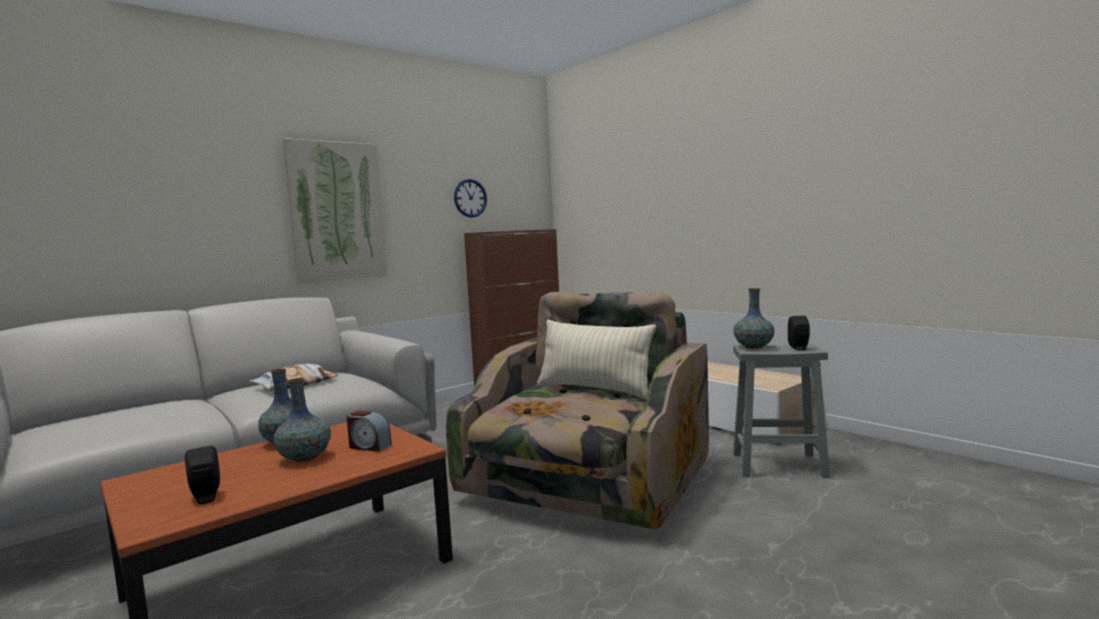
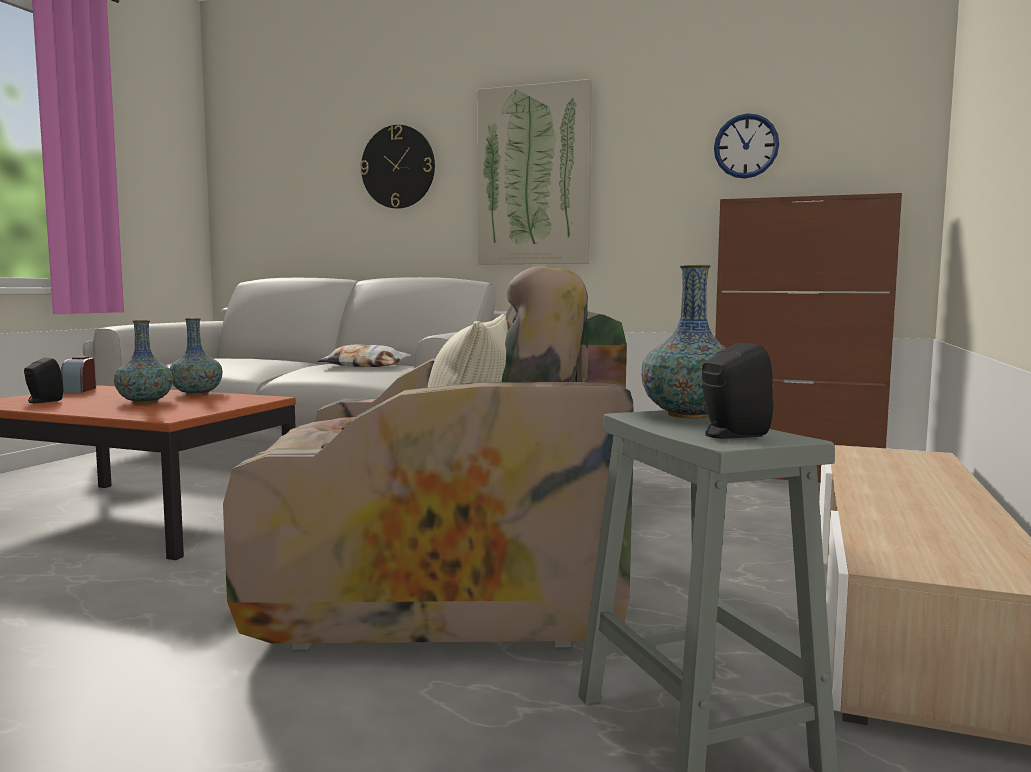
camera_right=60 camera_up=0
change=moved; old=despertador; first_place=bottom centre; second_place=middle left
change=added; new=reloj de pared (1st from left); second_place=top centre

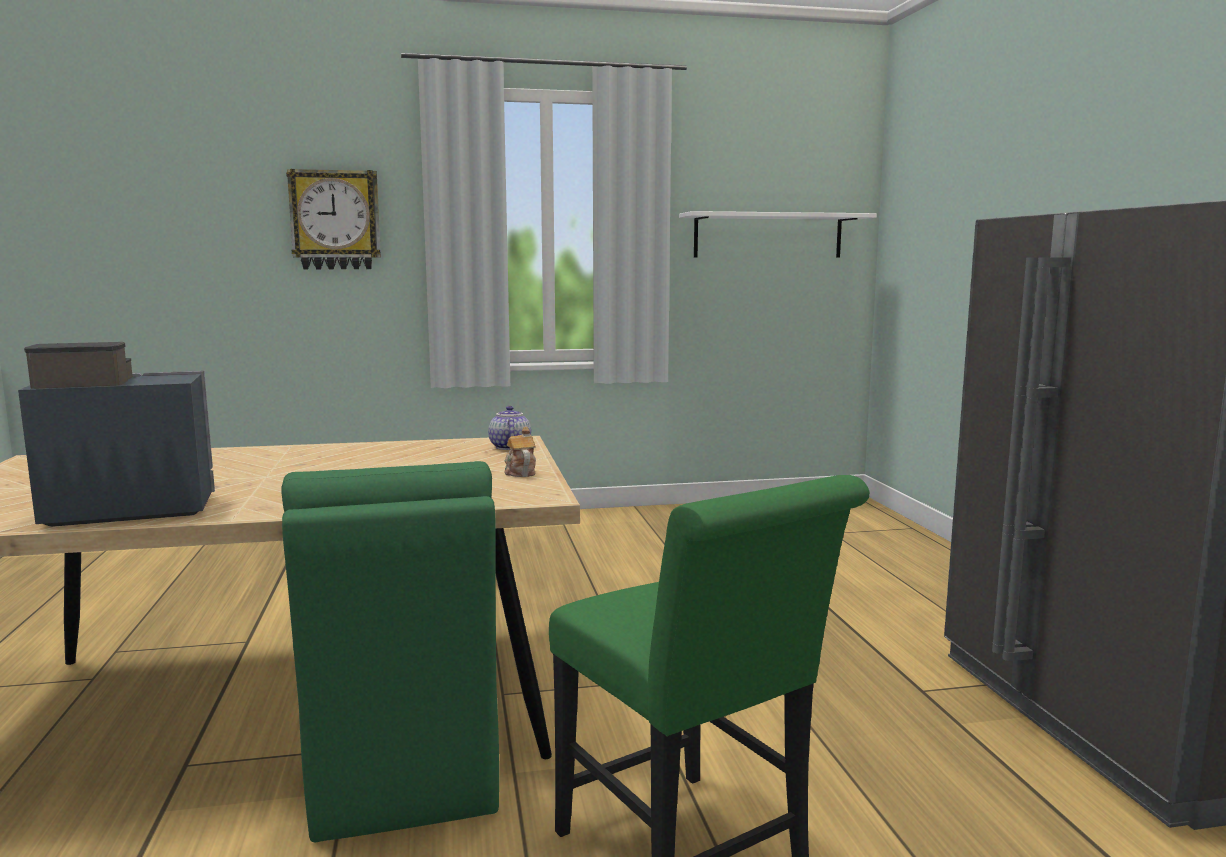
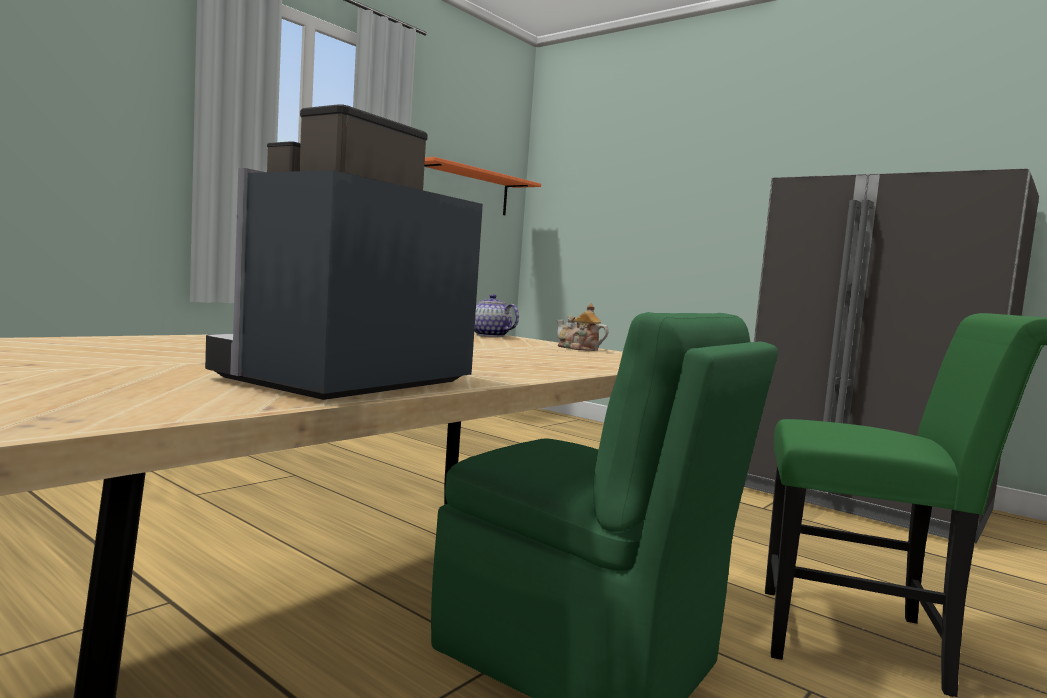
camera_right=-40 camera_up=-5
change=removed; old=reloj de pared; first_place=top left
change=recoloured; old=estante (blanco); new=estante (naranja); first_place=top centre; second_place=top centre

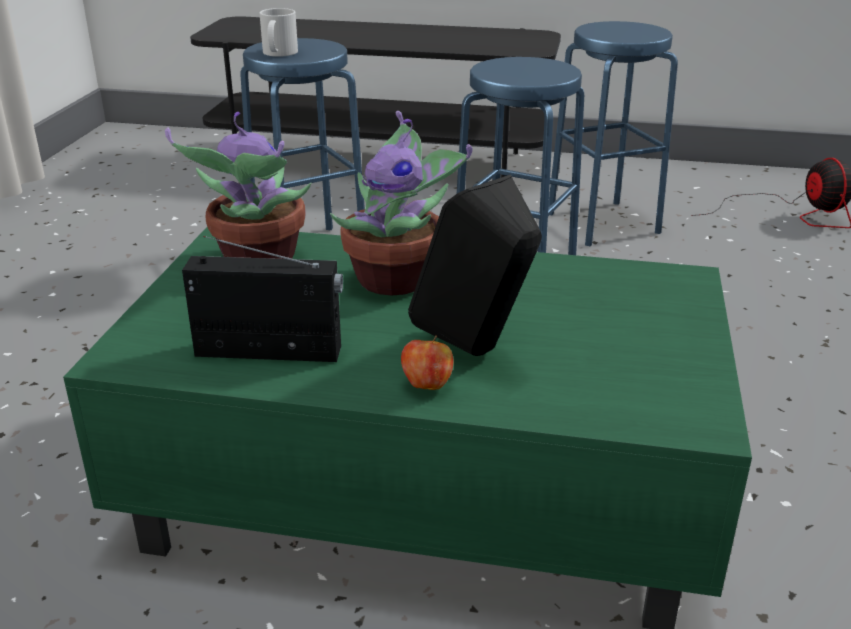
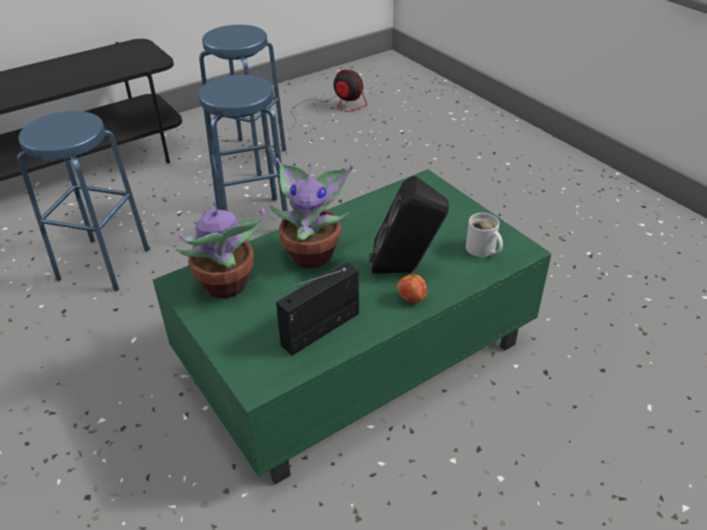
camera_right=-45 camera_up=10
change=moved; old=taza grande (blanco); first_place=top left; second_place=middle right

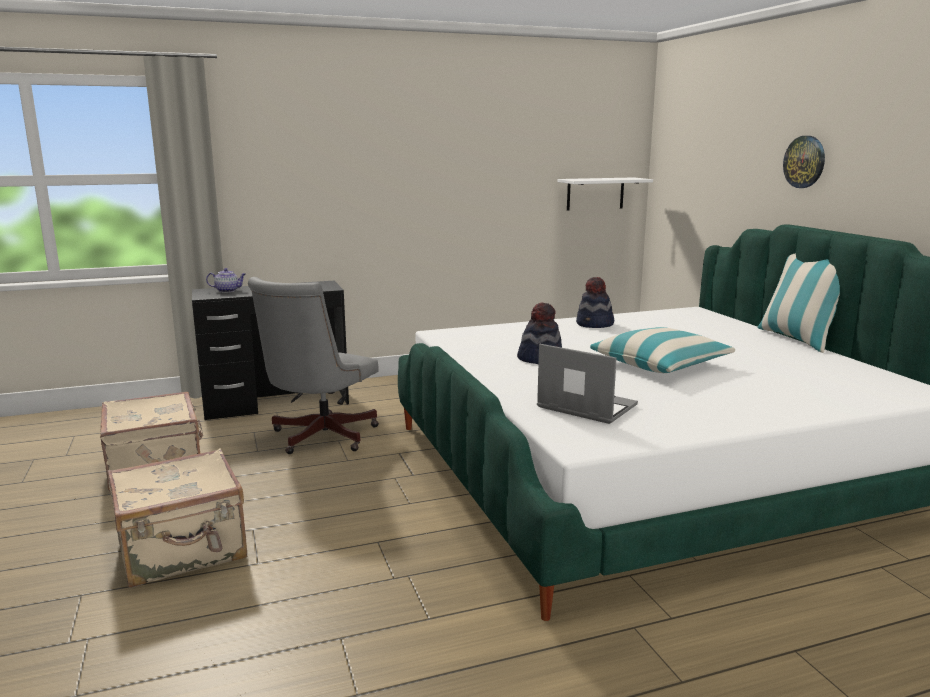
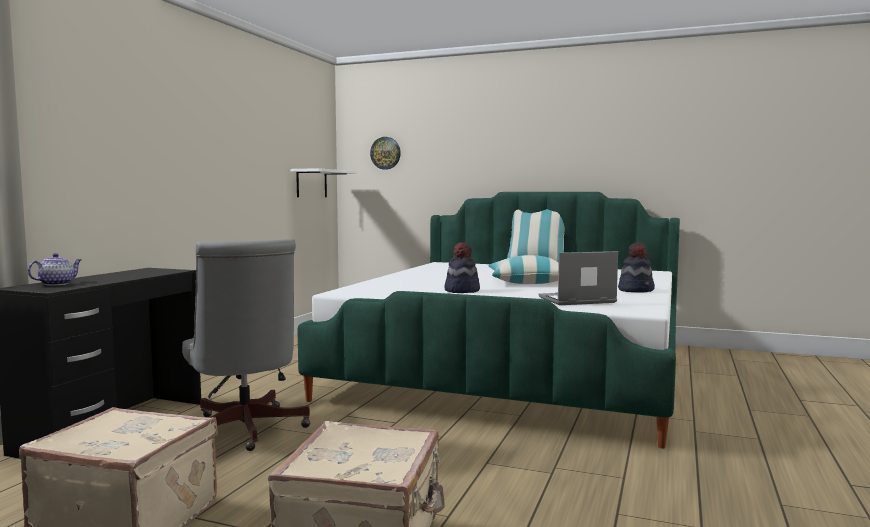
camera_right=-50 camera_up=-10
change=moved; old=sombrero (2nd from left); first_place=centre; second_place=middle right
change=moved; old=reloj de pared; first_place=top right; second_place=top centre

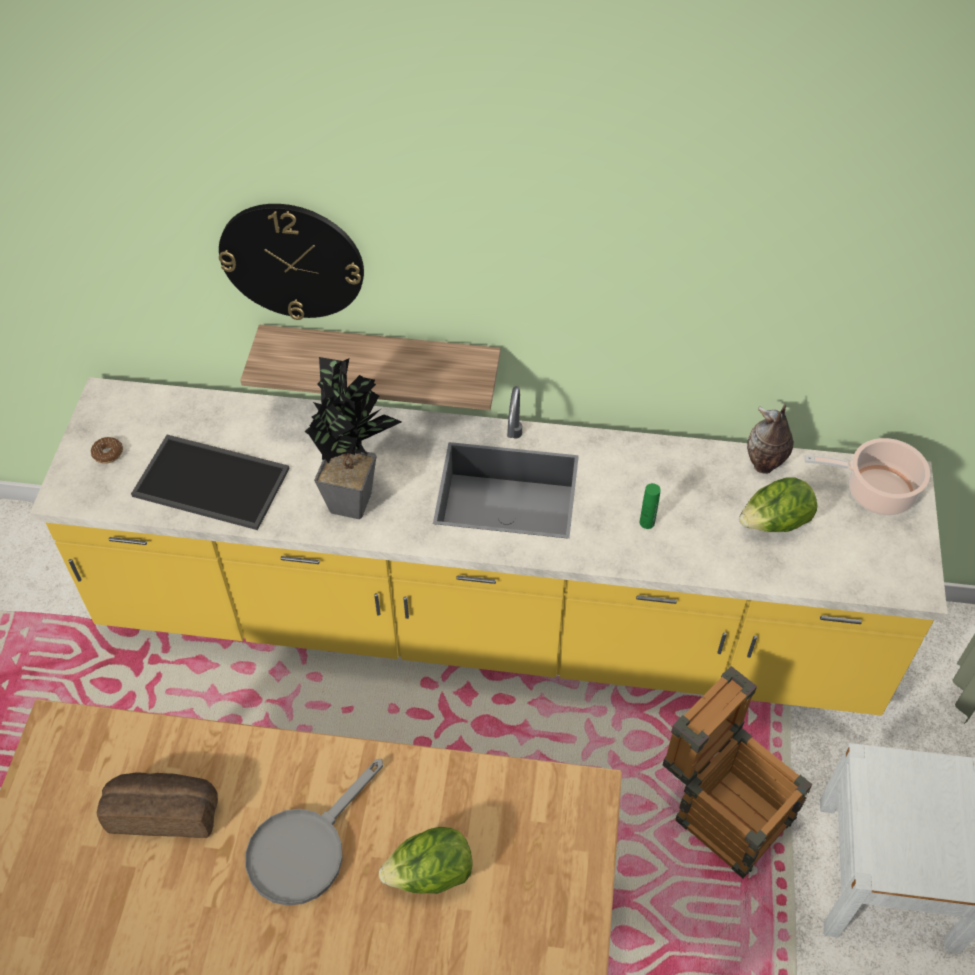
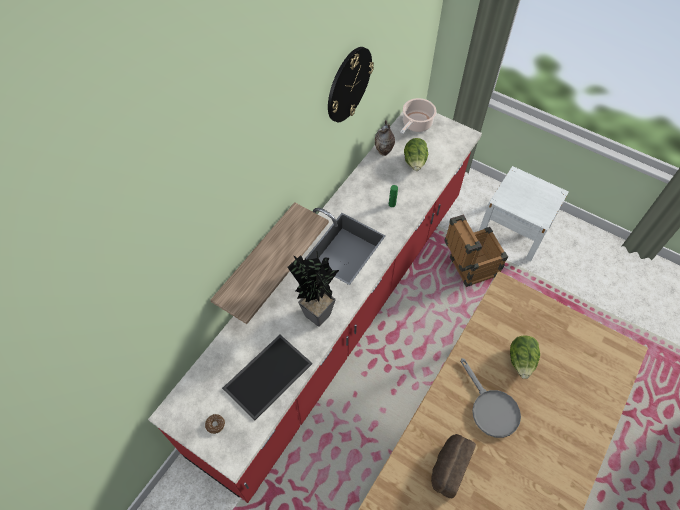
camera_right=-65 camera_up=5
change=recoloured; old=mueble bajo de cocina (amarillo); new=mueble bajo de cocina (rojo); first_place=centre; second_place=centre
change=moved; old=reloj de pared; first_place=top left; second_place=top centre

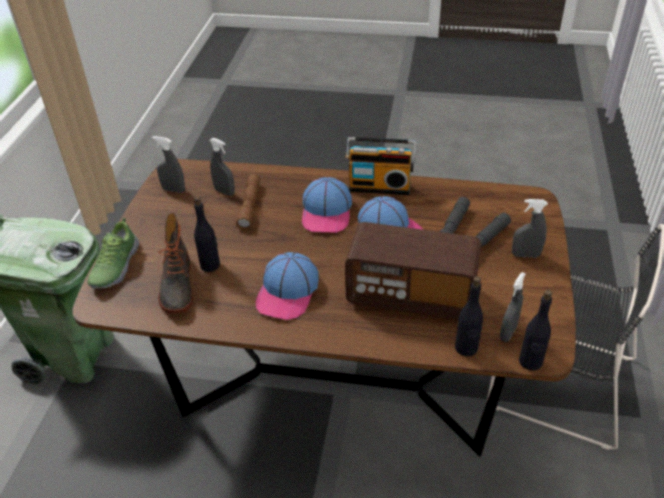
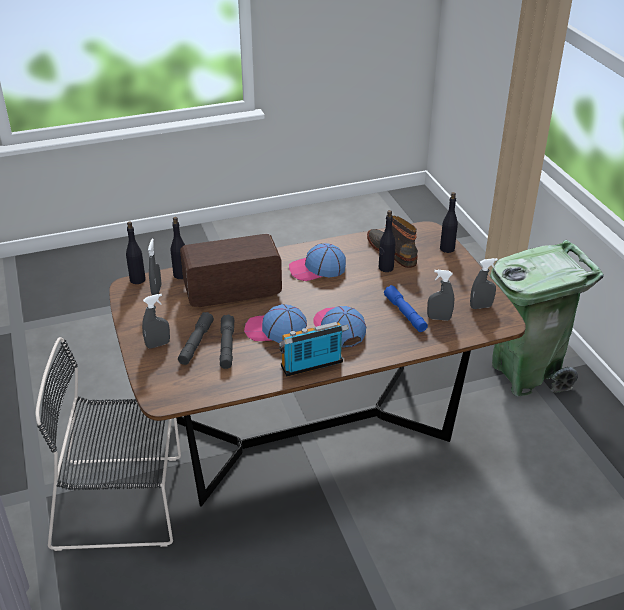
camera_right=150 camera_up=-5
change=replaced; old=zapato; new=botella (negro) (4th from left); first_place=middle left; second_place=middle right
change=recoloured; old=linterna (marrón); new=linterna (azul); first_place=centre; second_place=centre
change=turned; old=gorra (1st from left in the first image); first_place=centre; second_place=centre; degrees=-90

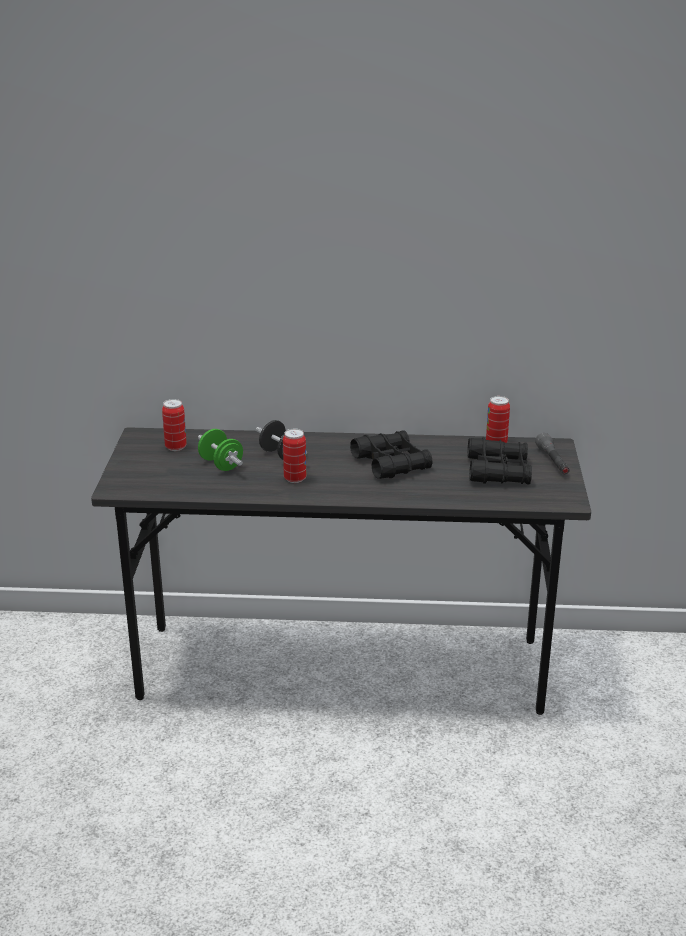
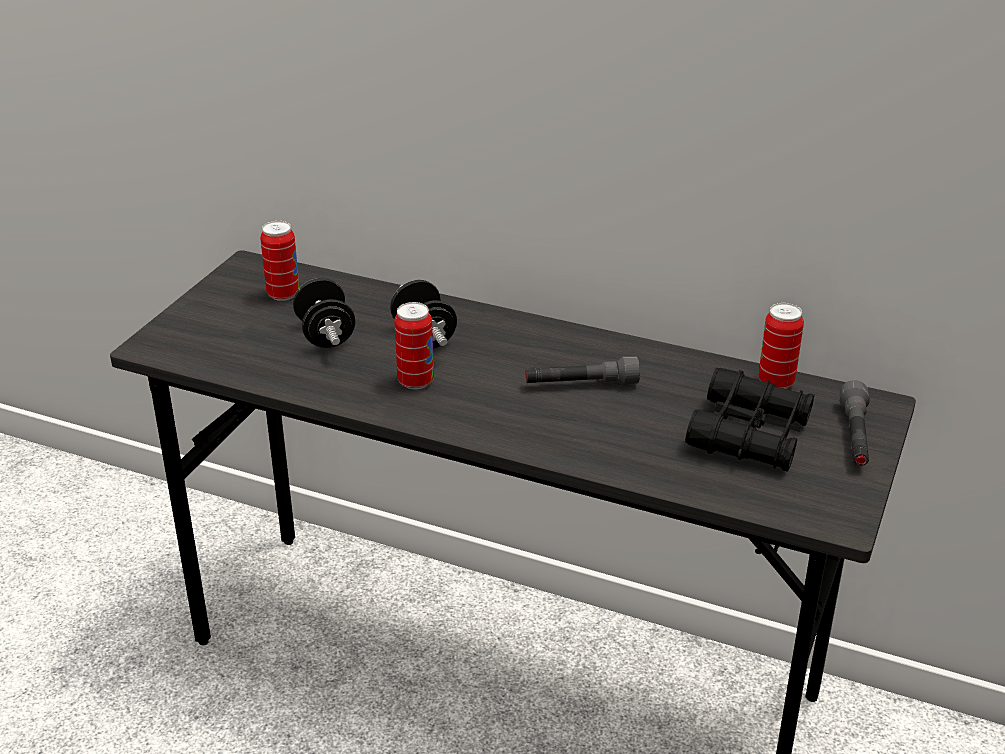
camera_right=20 camera_up=5
change=recoloured; old=mancuerna (verde); new=mancuerna (negro) (1st from left); first_place=middle left; second_place=middle left
change=replaced; old=prismáticos (negro) (1st from left); new=linterna (gris) (1st from left); first_place=centre; second_place=centre

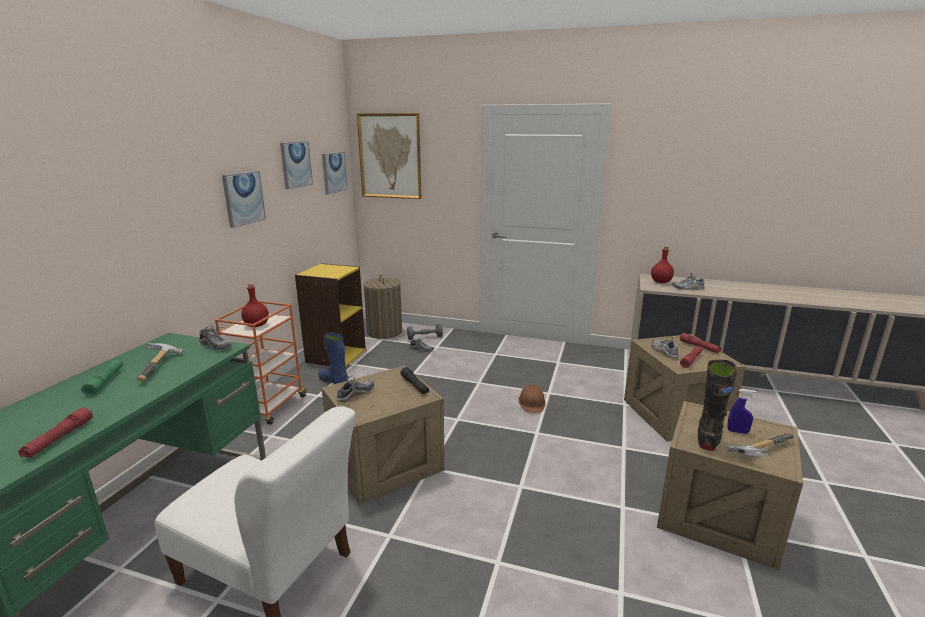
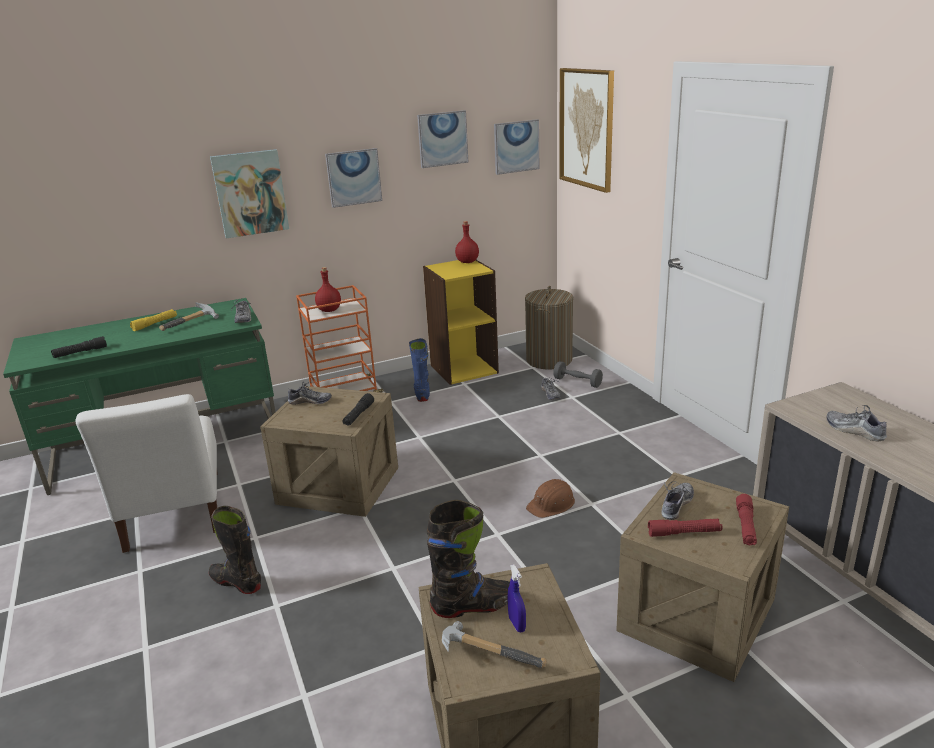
camera_right=50 camera_up=5
change=recoloured; old=linterna (rojo) (1st from left); new=linterna (negro) (1st from left); first_place=bottom left; second_place=middle left
change=recoloured; old=linterna (verde); new=linterna (amarillo); first_place=middle left; second_place=middle left
change=moved; old=botella (rojo) (2nd from left); first_place=middle right; second_place=top centre
change=added; new=bota (negro) (1st from left); second_place=bottom left
change=added; new=cuadro (1st from left); second_place=top left

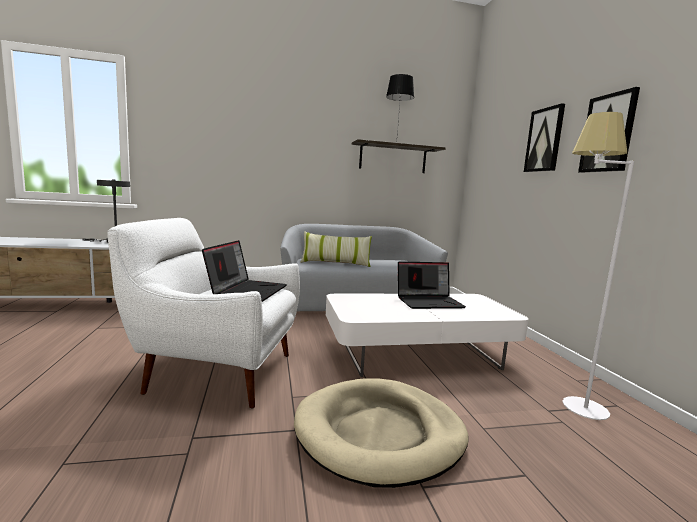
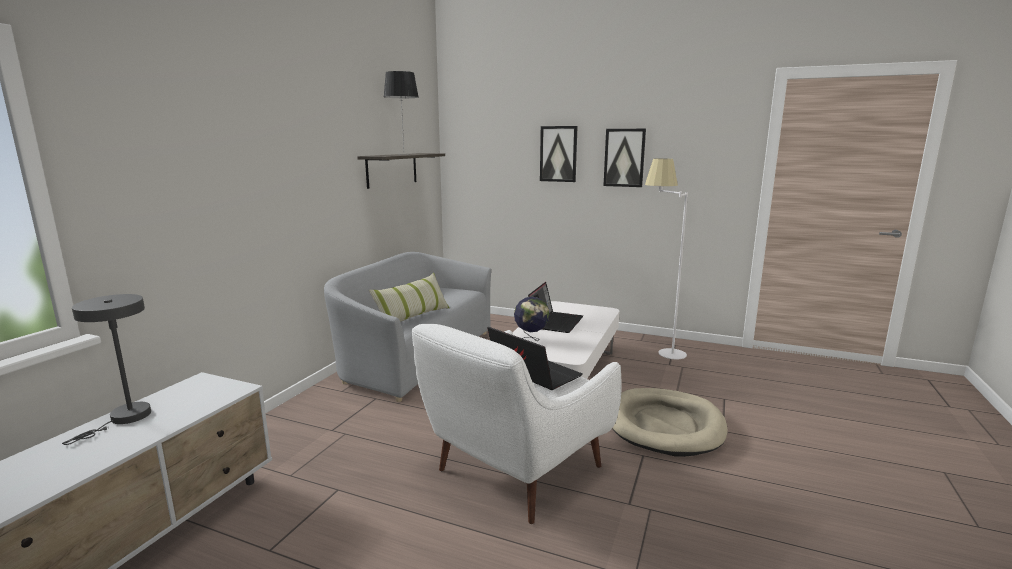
camera_right=-55 camera_up=5
change=added; new=globo terráqueo; second_place=centre

